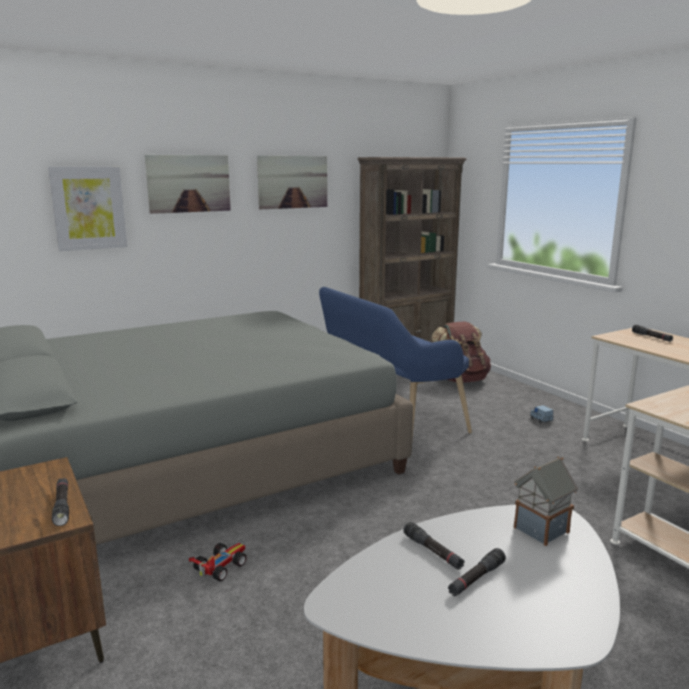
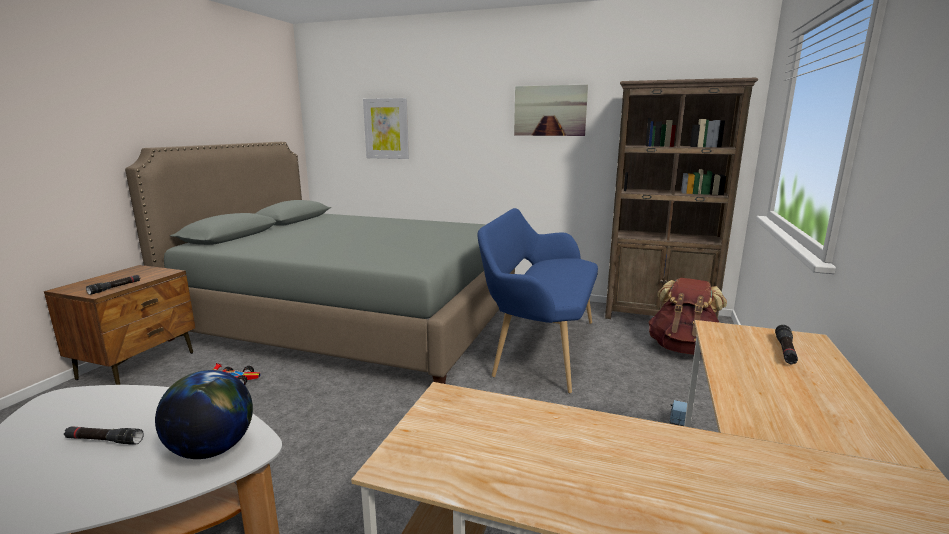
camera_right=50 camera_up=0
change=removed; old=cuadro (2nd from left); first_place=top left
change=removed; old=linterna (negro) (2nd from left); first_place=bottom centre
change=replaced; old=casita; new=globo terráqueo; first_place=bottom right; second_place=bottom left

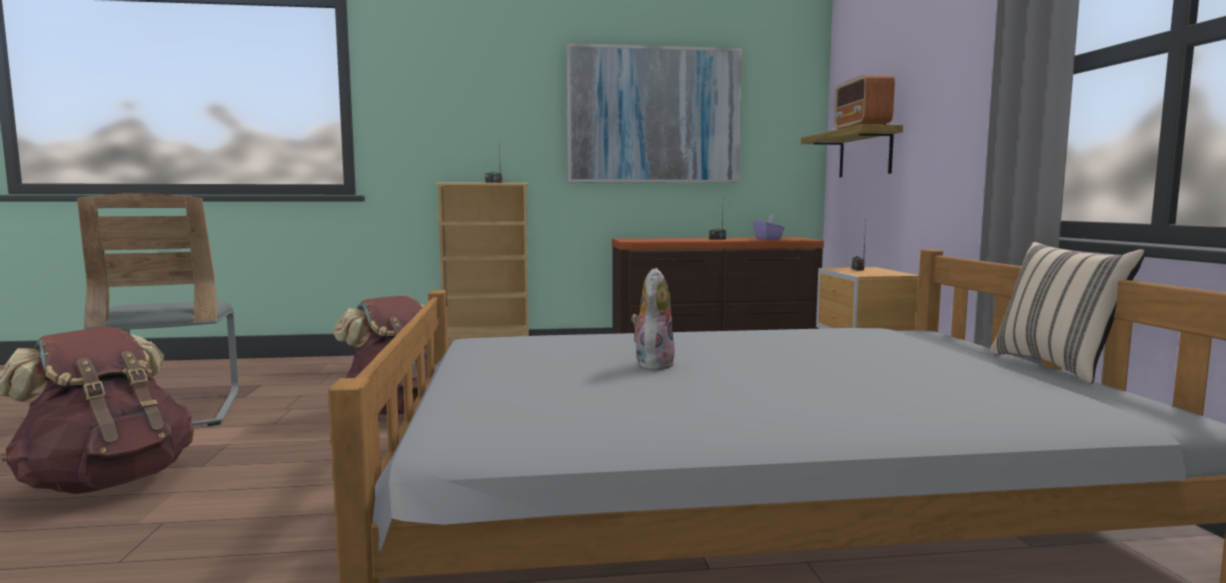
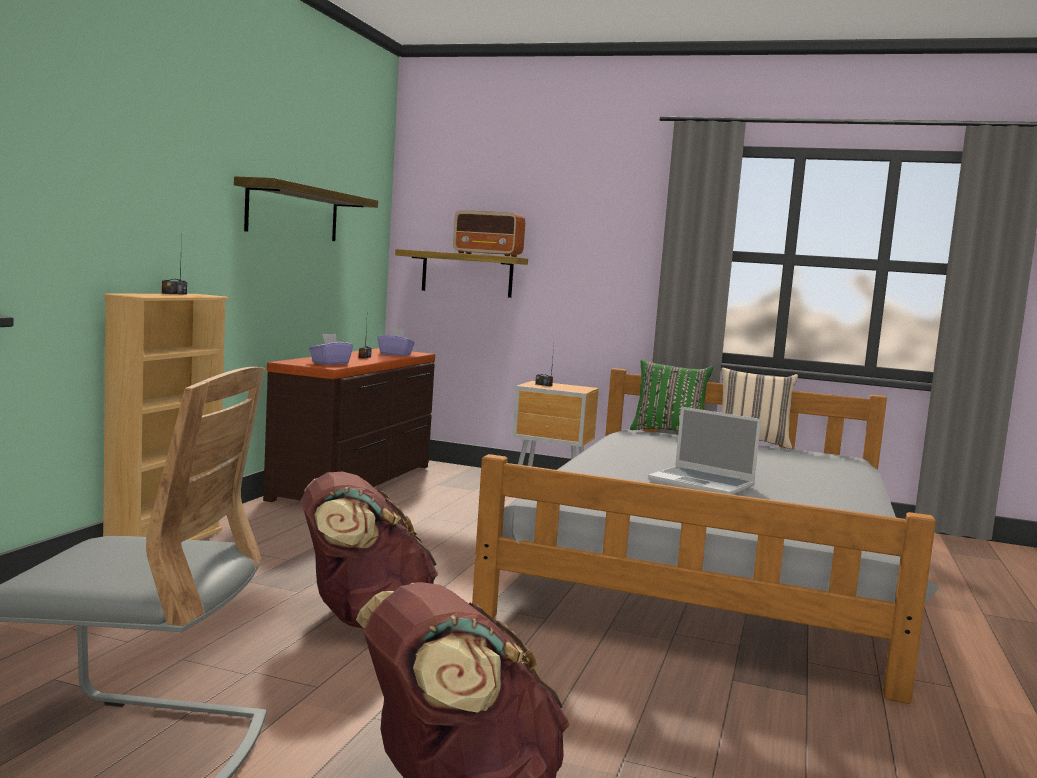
camera_right=-65 camera_up=0
change=replaced; old=cuadro; new=estante (1st from left); first_place=top centre; second_place=top left
change=replaced; old=peluche; new=portátil; first_place=centre; second_place=middle right
change=added; new=caja de pañuelos (morado) (1st from left); second_place=middle left
change=added; new=cojín (verde); second_place=centre

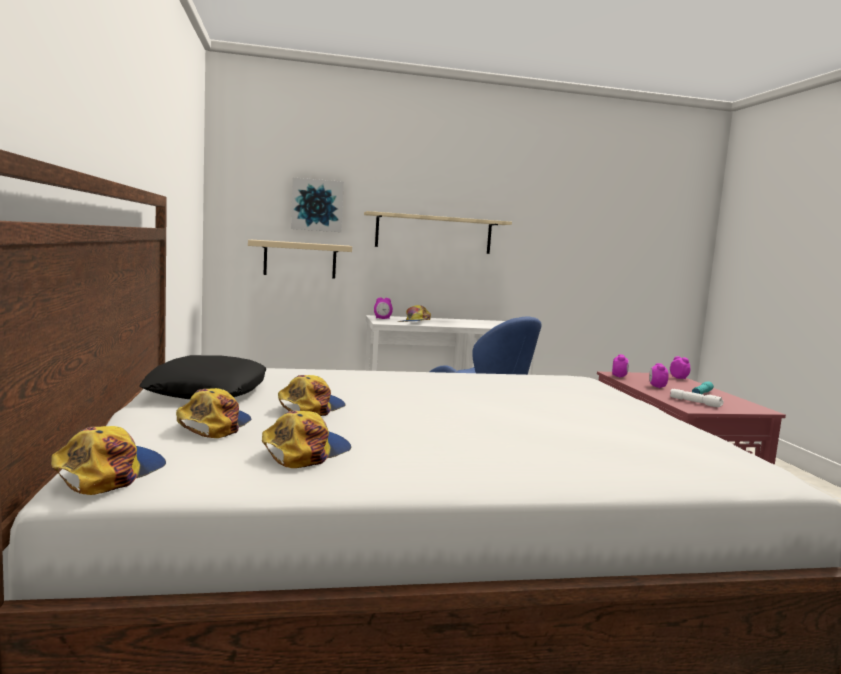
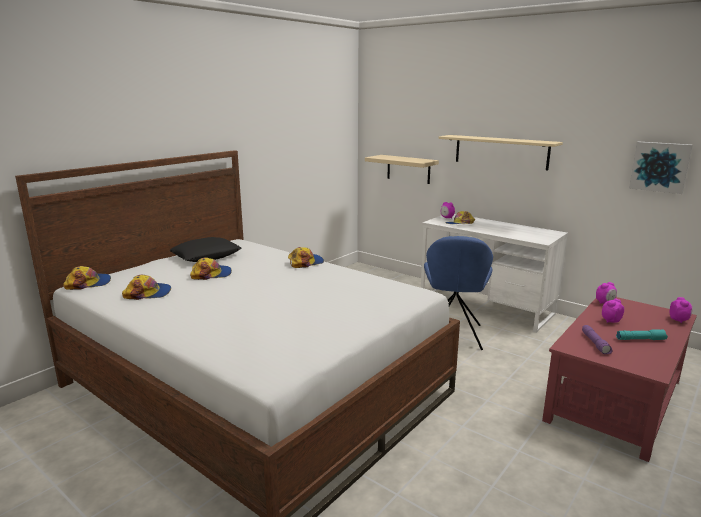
camera_right=50 camera_up=10
change=moved; old=gorra (2nd from left in the first image); new=gorra (4th from left); first_place=middle left; second_place=centre
change=moved; old=cuadro; first_place=top centre; second_place=top right
change=recoloured; old=linterna (blanco); new=linterna (morado); first_place=middle right; second_place=middle right

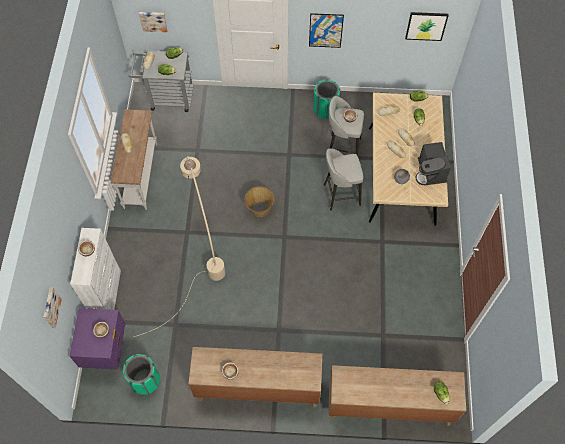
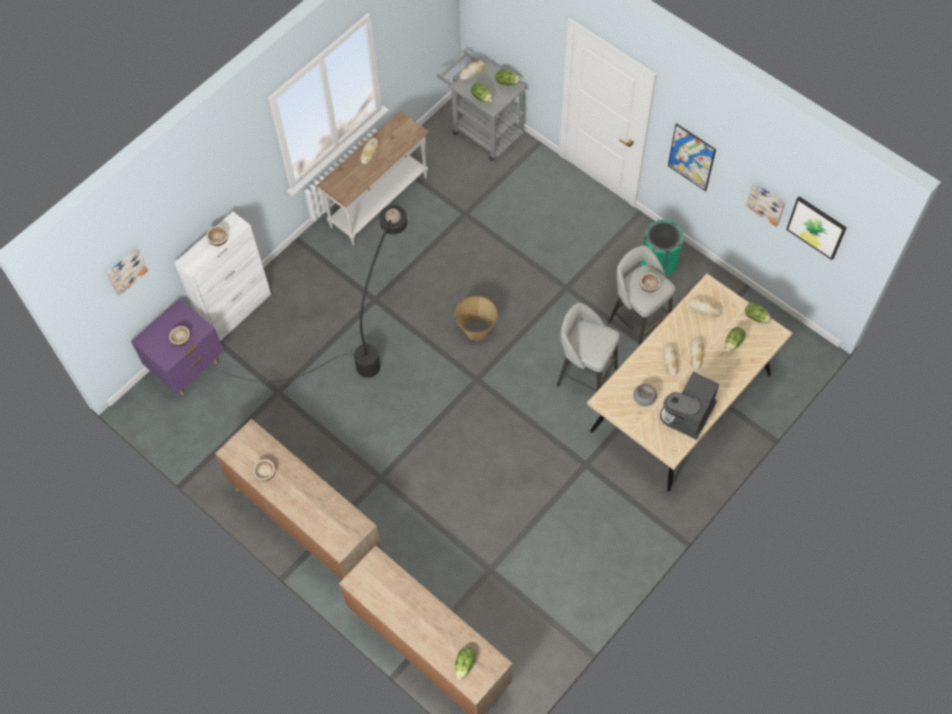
camera_right=40 camera_up=0
change=removed; old=papelera (verde) (1st from left); first_place=bottom left
change=recoloured; old=lámpara de pie (beis); new=lámpara de pie (negro); first_place=middle left; second_place=middle left
change=moved; old=cuadro (2nd from left in the first image); new=cuadro (3rd from left); first_place=top left; second_place=top right

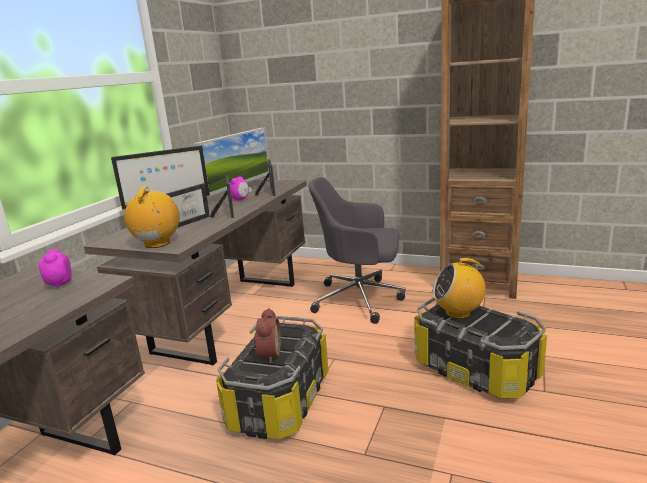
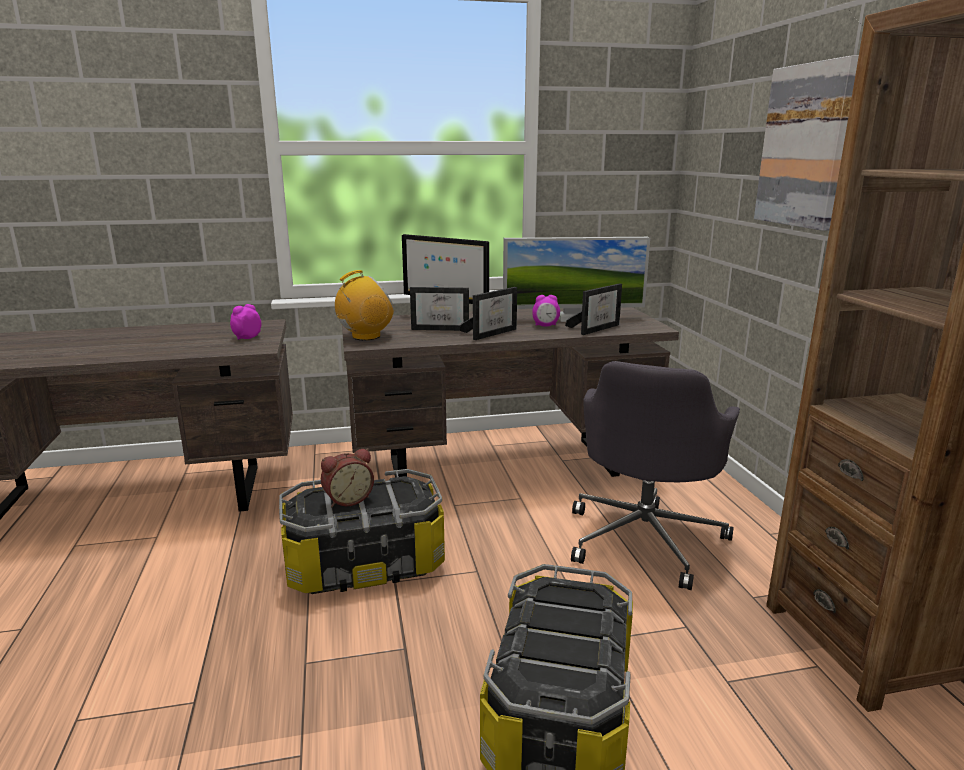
camera_right=55 camera_up=0
change=turned; old=silla de oficina (gris); first_place=centre; second_place=middle right; degrees=-135
change=removed; old=radio (2nd from left); first_place=middle right
change=added; new=cuadro; second_place=top right

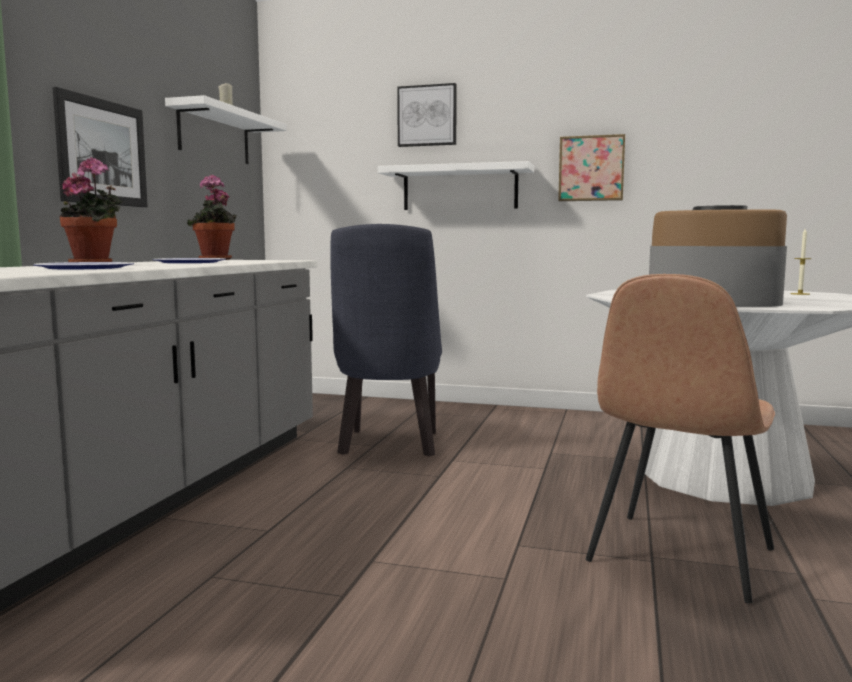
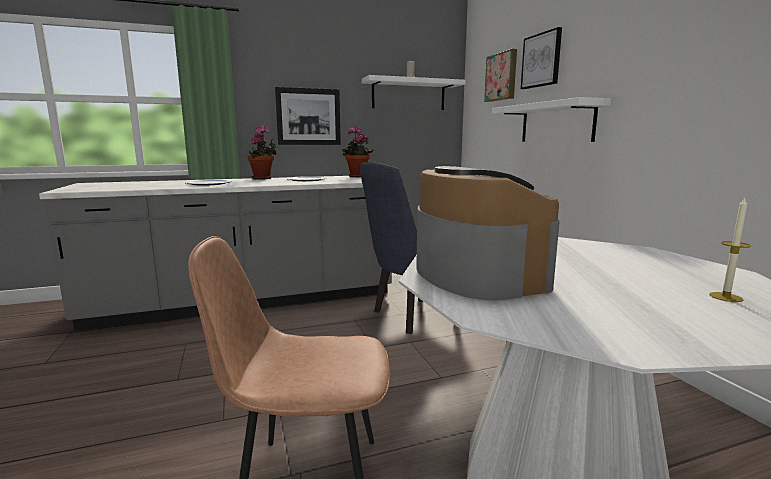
camera_right=55 camera_up=5
change=moved; old=cuadro (3rd from left in the first image); new=cuadro (2nd from left); first_place=top right; second_place=top centre

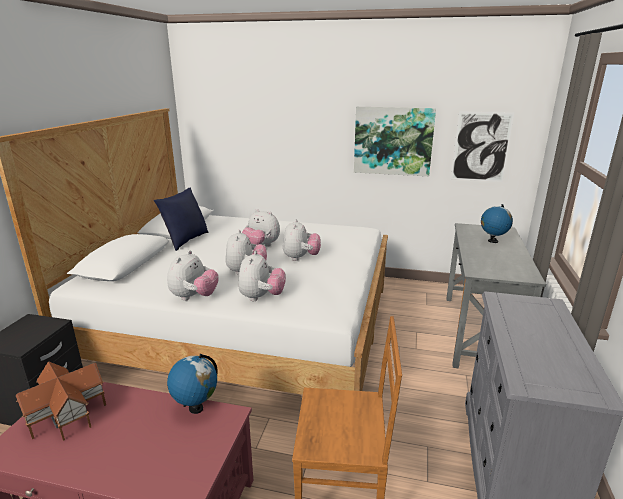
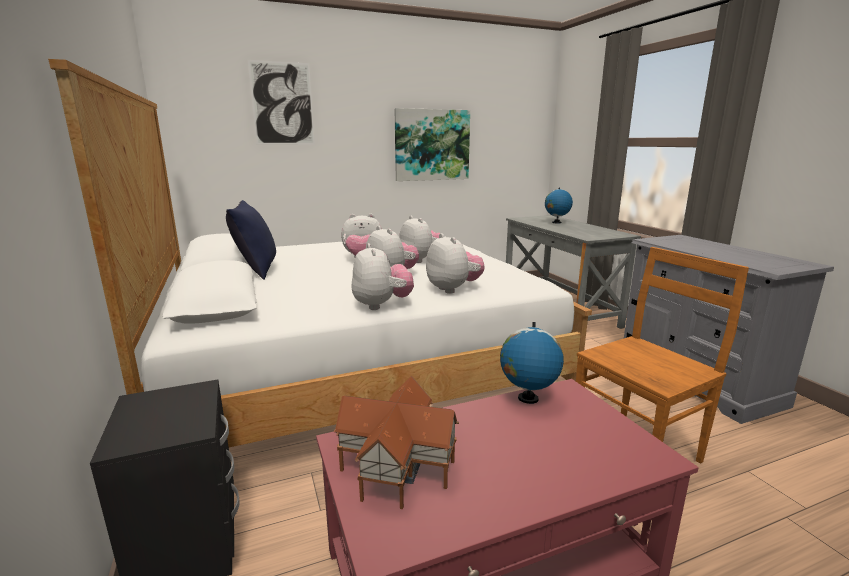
camera_right=-35 camera_up=-5
change=moved; old=cuadro (2nd from left in the first image); new=cuadro (1st from left); first_place=top right; second_place=top left

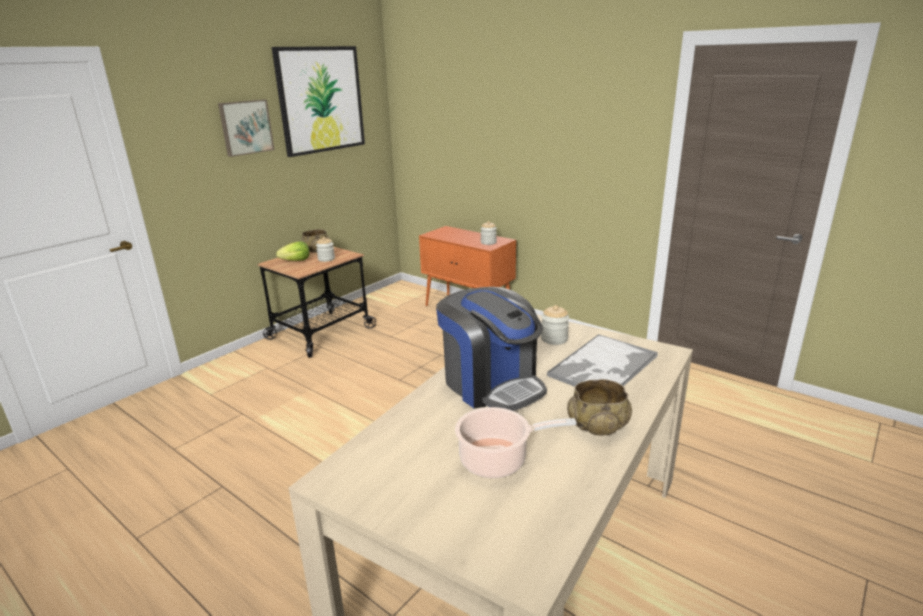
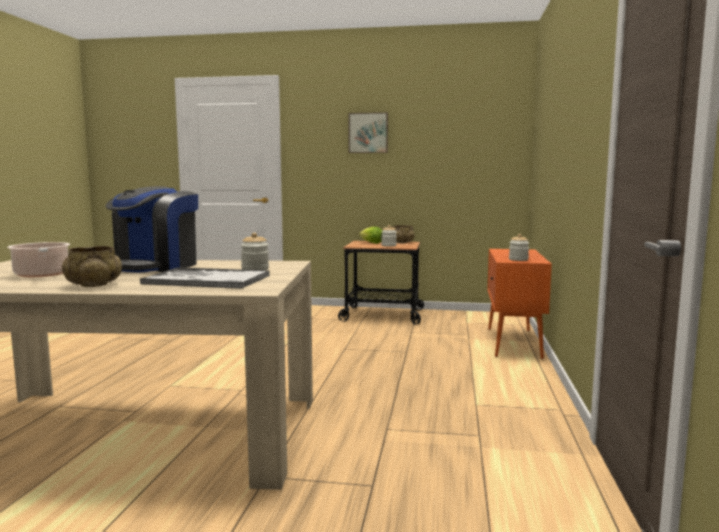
camera_right=60 camera_up=-15
change=removed; old=cuadro (2nd from left); first_place=top centre

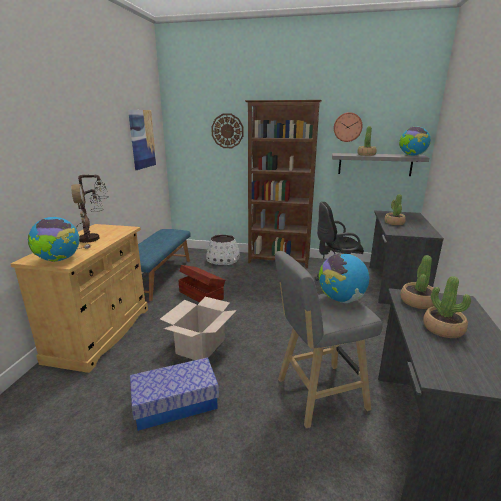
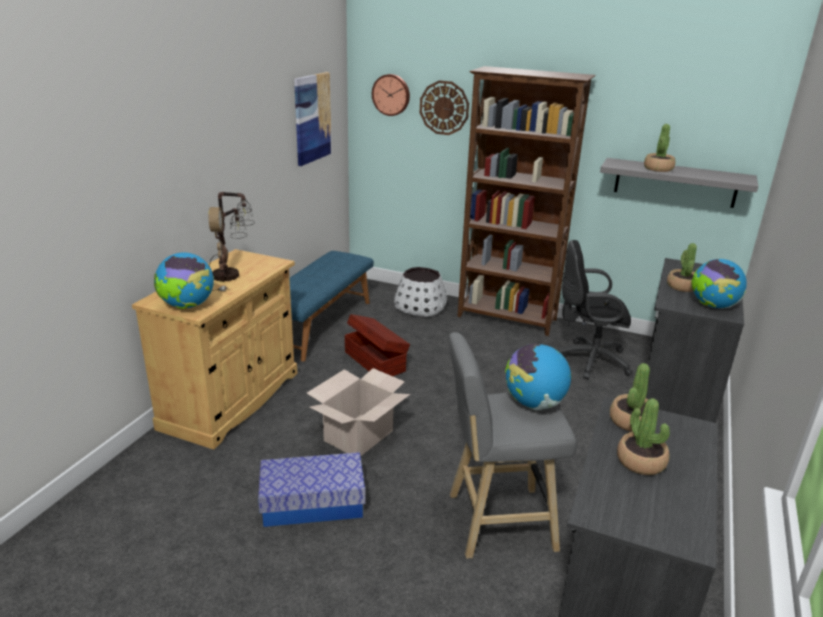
camera_right=10 camera_up=5
change=moved; old=reloj de pared (2nd from left in the first image); new=reloj de pared (1st from left); first_place=top right; second_place=top centre
change=moved; old=globo terráqueo (3rd from left); first_place=top right; second_place=middle right

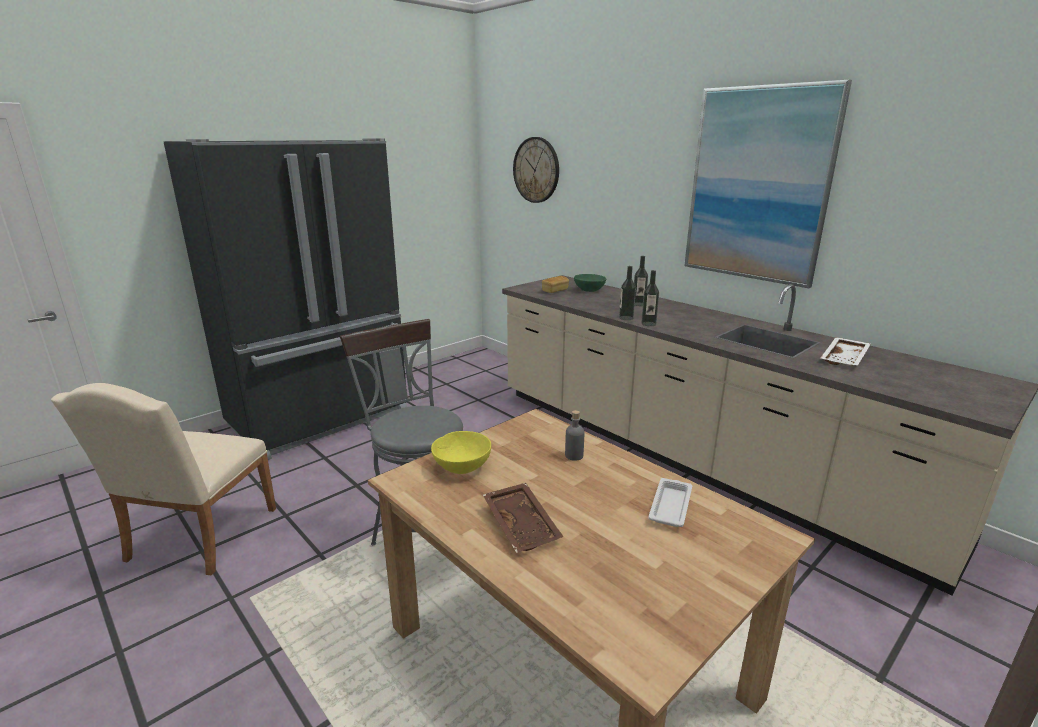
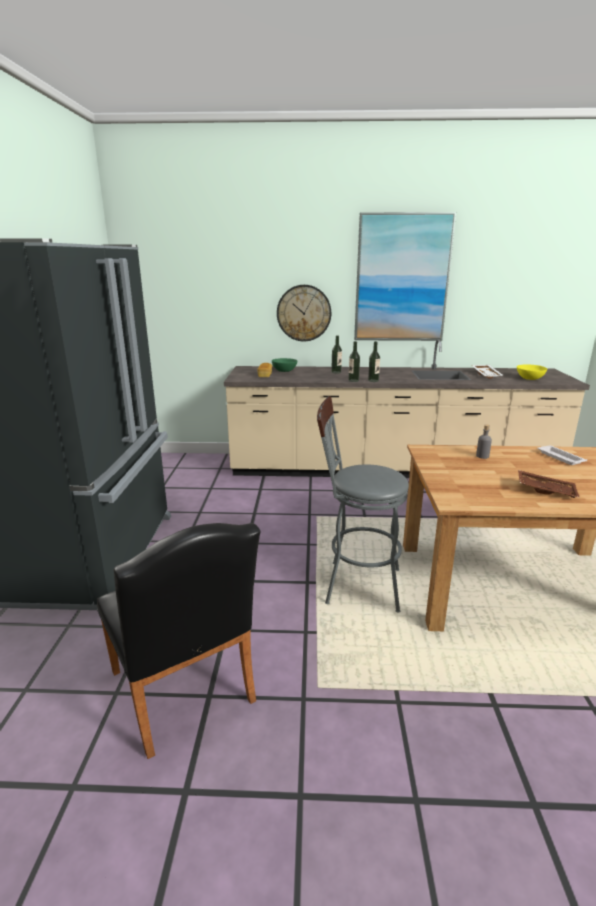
camera_right=-45 camera_up=0
change=recoloured; old=silla (beis); new=silla (negro); first_place=middle left; second_place=bottom left
change=moved; old=cuenco (amarillo); first_place=centre; second_place=middle right
change=moved; old=reloj de pared; first_place=top centre; second_place=centre

